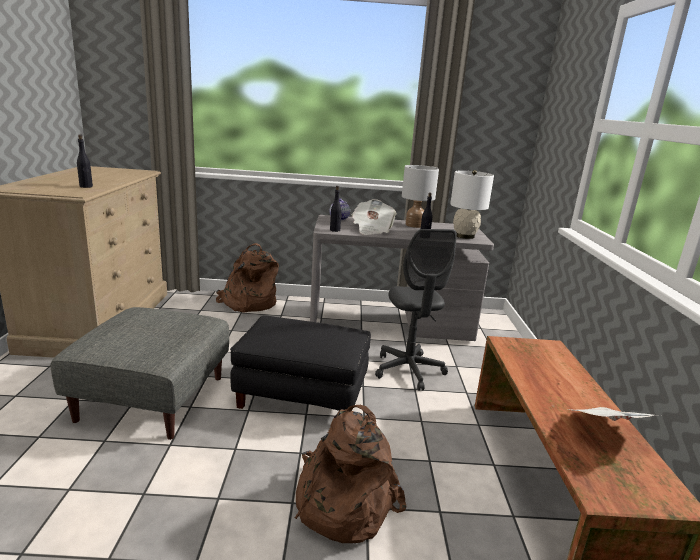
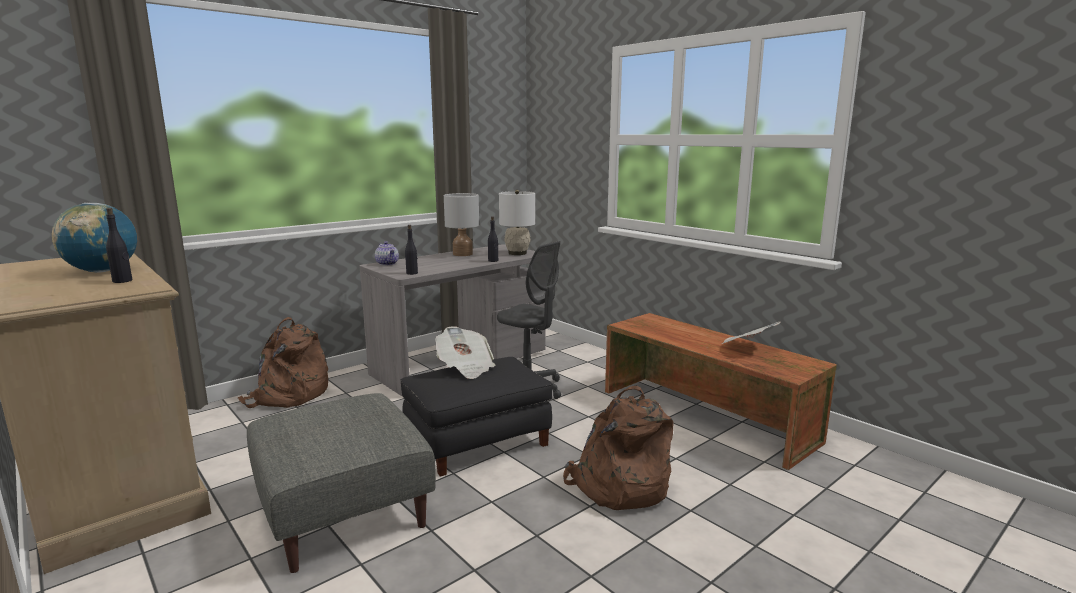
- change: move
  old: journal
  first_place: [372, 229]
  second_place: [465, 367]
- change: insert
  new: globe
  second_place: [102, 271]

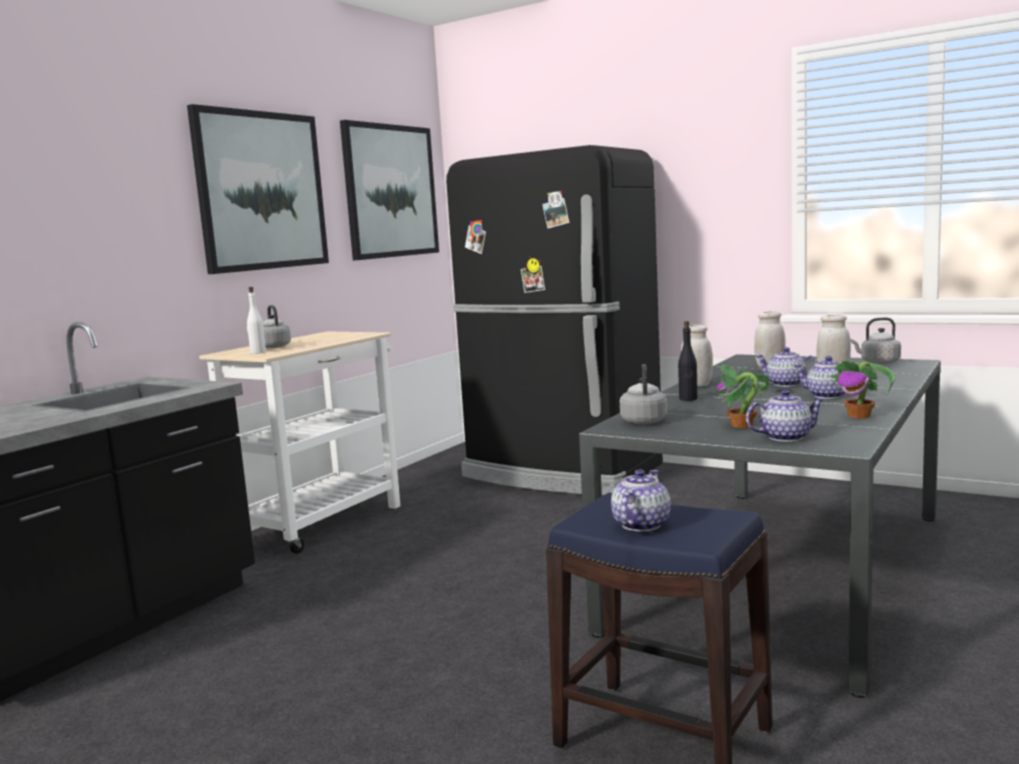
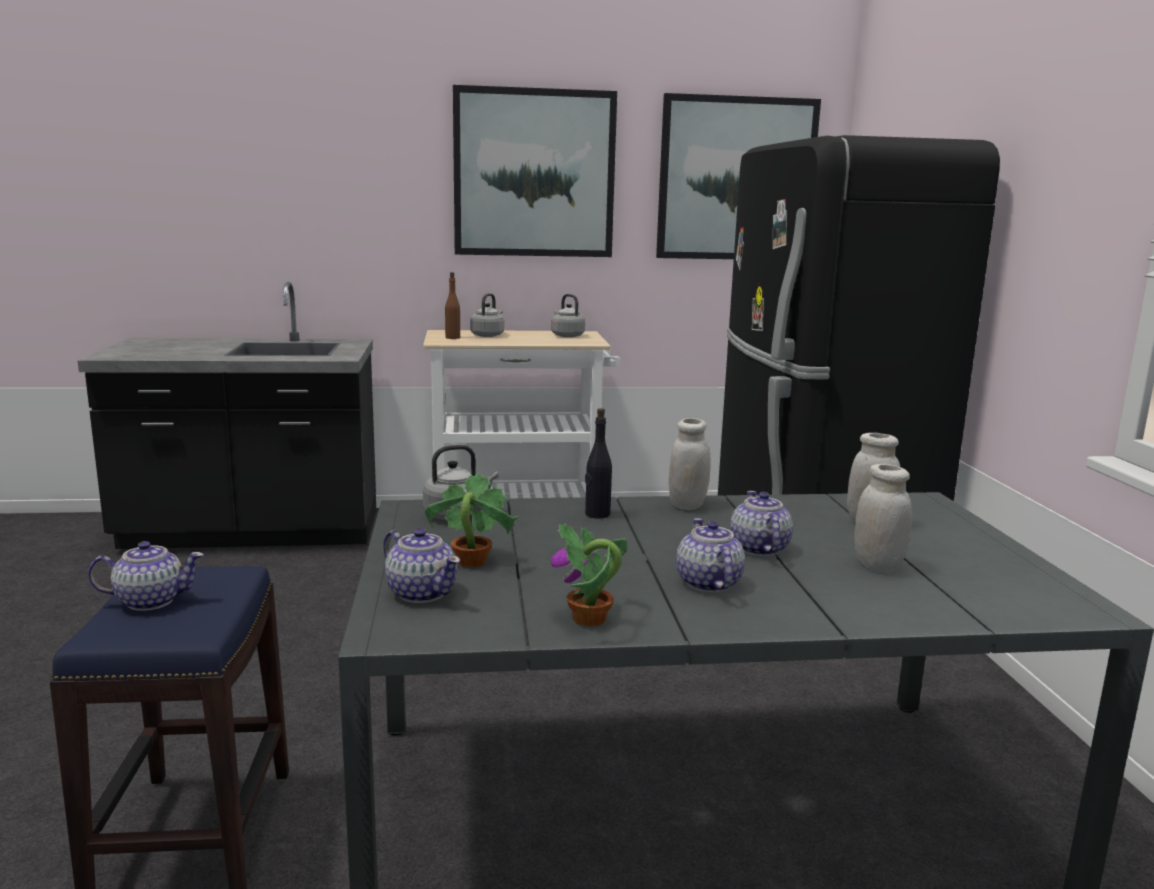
- change: recolor
  old: bouteille [blanc]
  new: bouteille [marron]
  first_place: [258, 352]
  second_place: [452, 337]
- change: move
  old: bouilloire [gris]
  first_place: [878, 363]
  second_place: [566, 336]

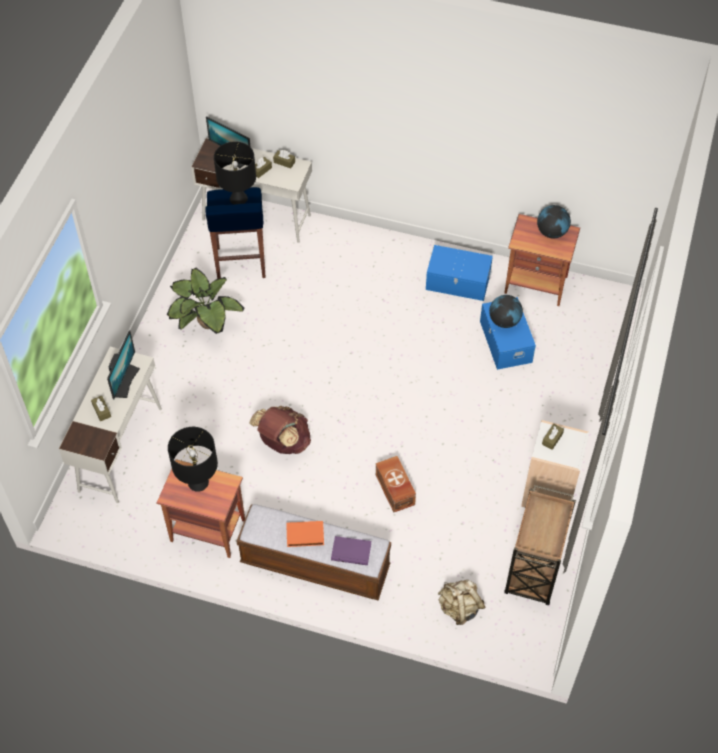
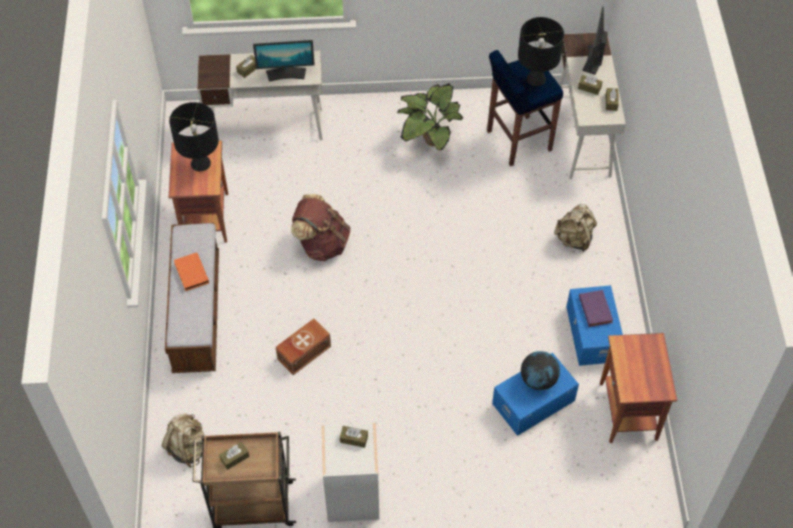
- change: delete
  old: globe
  first_place: [551, 232]
- change: move
  old: livre [violet]
  first_place: [351, 551]
  second_place: [596, 310]
- change: insert
  new: sac à dos [beige]
  second_place: [574, 239]
- change: insert
  new: boîte à mouchoirs [marron]
  second_place: [234, 458]

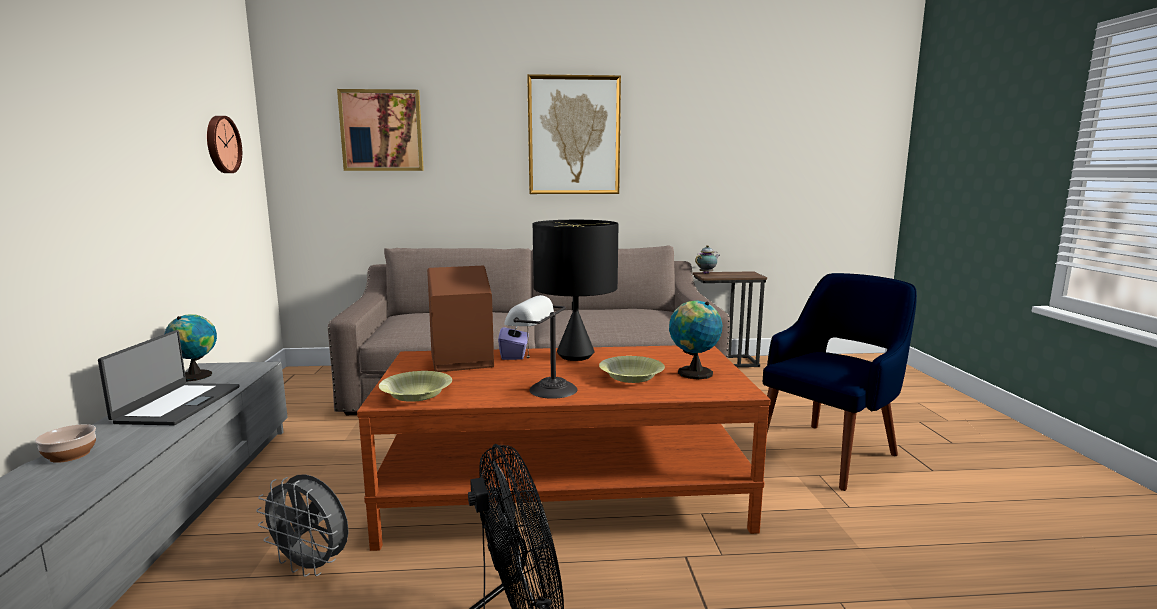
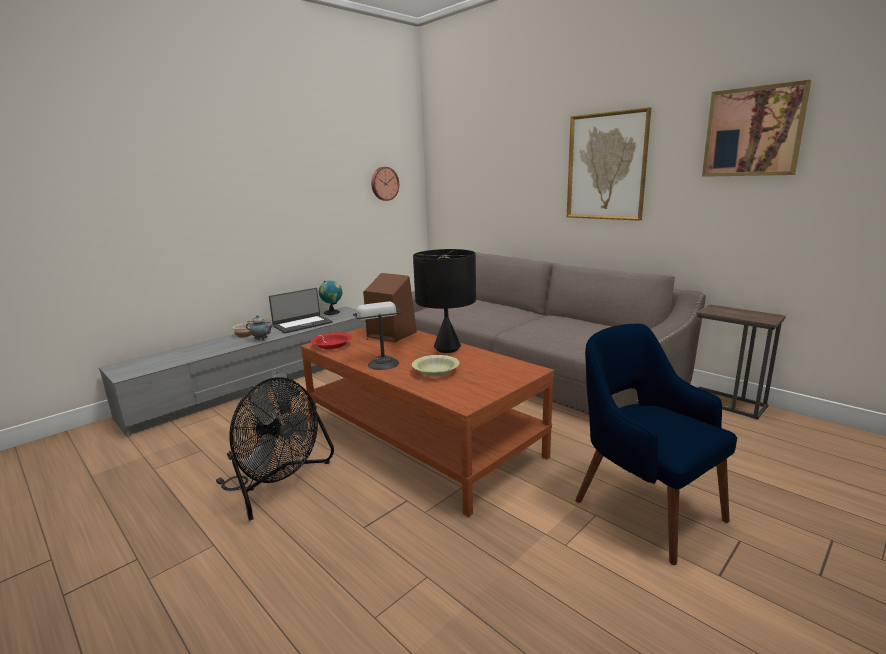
- change: move
  old: tableau
  first_place: [382, 130]
  second_place: [753, 132]
- change: move
  old: théière
  first_place: [707, 273]
  second_place: [261, 340]
- change: rotate
  old: fauteuil [bleu]
  first_place: [829, 453]
  second_place: [644, 508]
  degrees: -135
- change: delete
  old: globe
  first_place: [692, 373]
- change: delete
  old: boîte à mouchoirs [violet]
  first_place: [514, 355]
- change: recolor
  old: bol [jaune]
  new: bol [rouge]
  first_place: [416, 395]
  second_place: [332, 345]

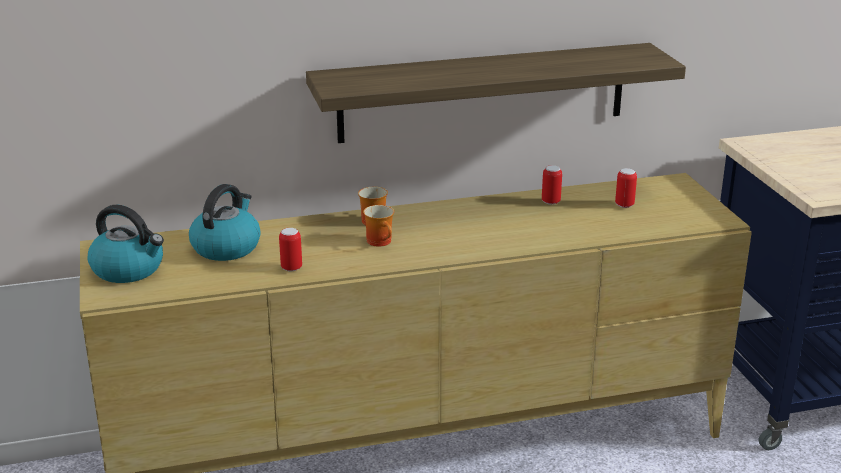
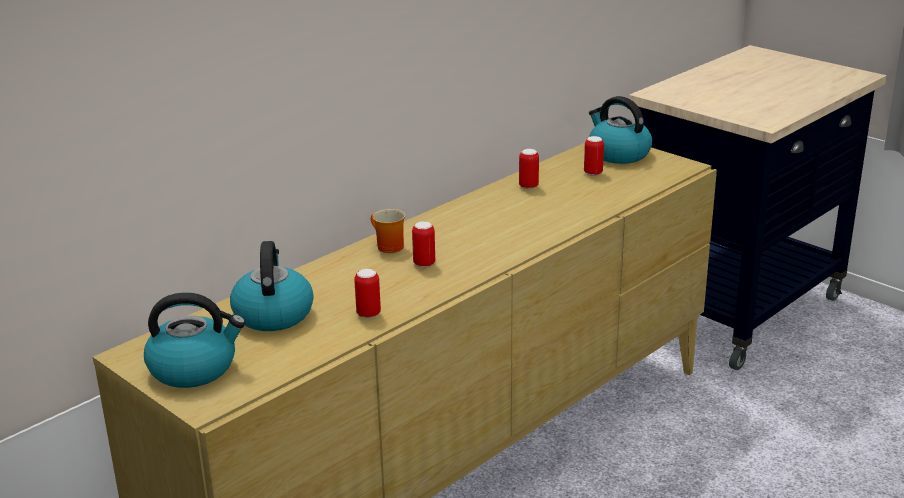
- change: delete
  old: étagère
  first_place: [483, 92]
- change: replace
  old: mug
  new: boîte métallique
  first_place: [382, 242]
  second_place: [424, 264]
- change: insert
  new: bouilloire
  second_place: [618, 154]

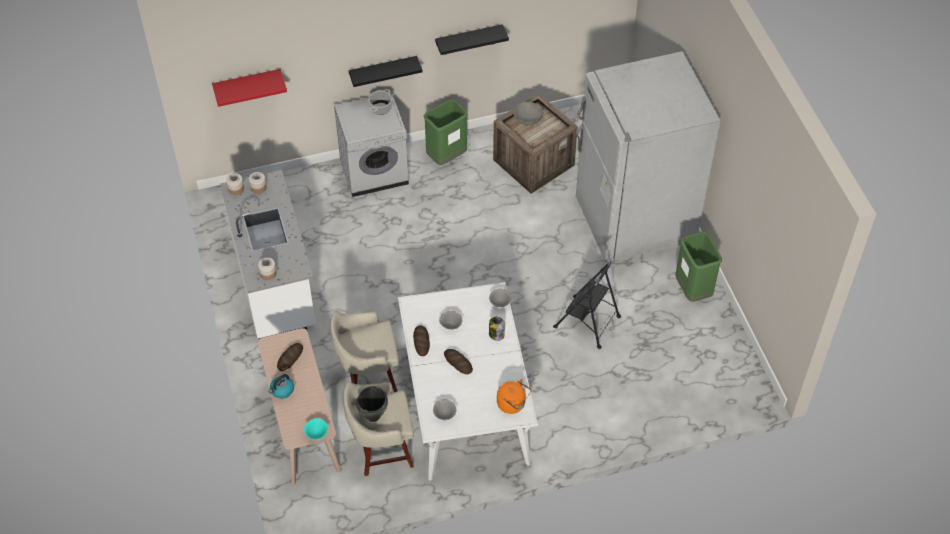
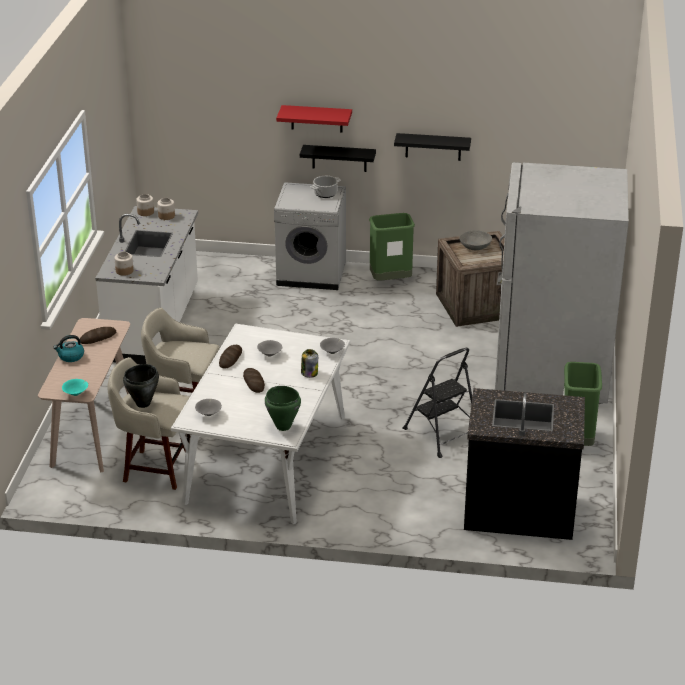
- change: move
  old: étagère [rouge]
  first_place: [247, 84]
  second_place: [316, 118]
- change: replace
  old: bouilloire [orange]
  new: marmite [vert]
  first_place: [513, 404]
  second_place: [283, 427]
- change: insert
  new: comptoir de cuisine [noir]
  second_place: [519, 510]

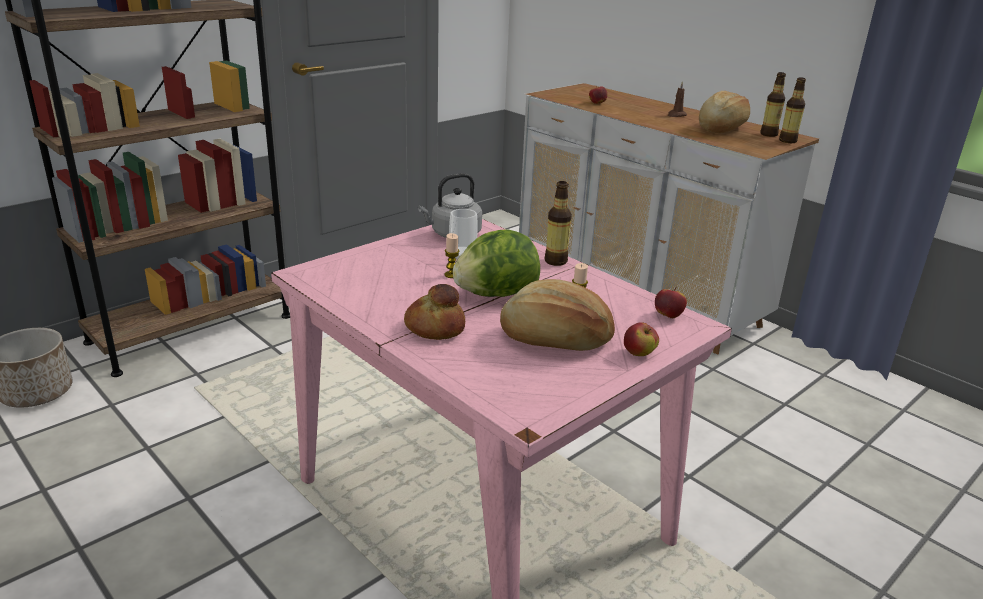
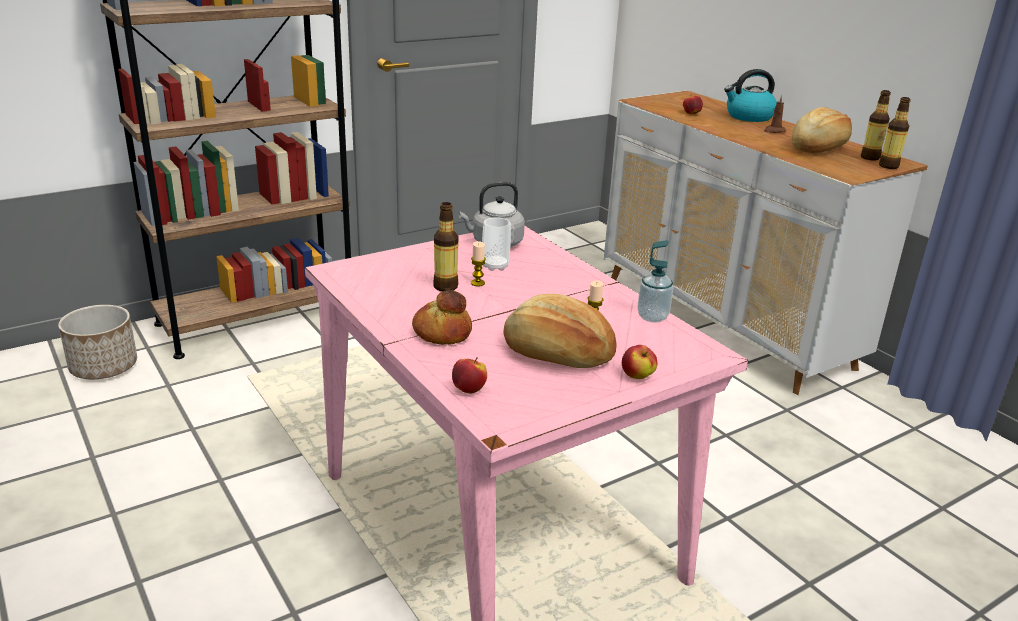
- change: move
  old: bouteille
  first_place: [555, 261]
  second_place: [445, 287]
- change: delete
  old: laitue
  first_place: [495, 294]
- change: move
  old: pomme
  first_place: [668, 316]
  second_place: [469, 390]
- change: insert
  new: bouilloire
  second_place: [748, 117]
- change: insert
  new: distributeur de savon
  second_place: [652, 317]

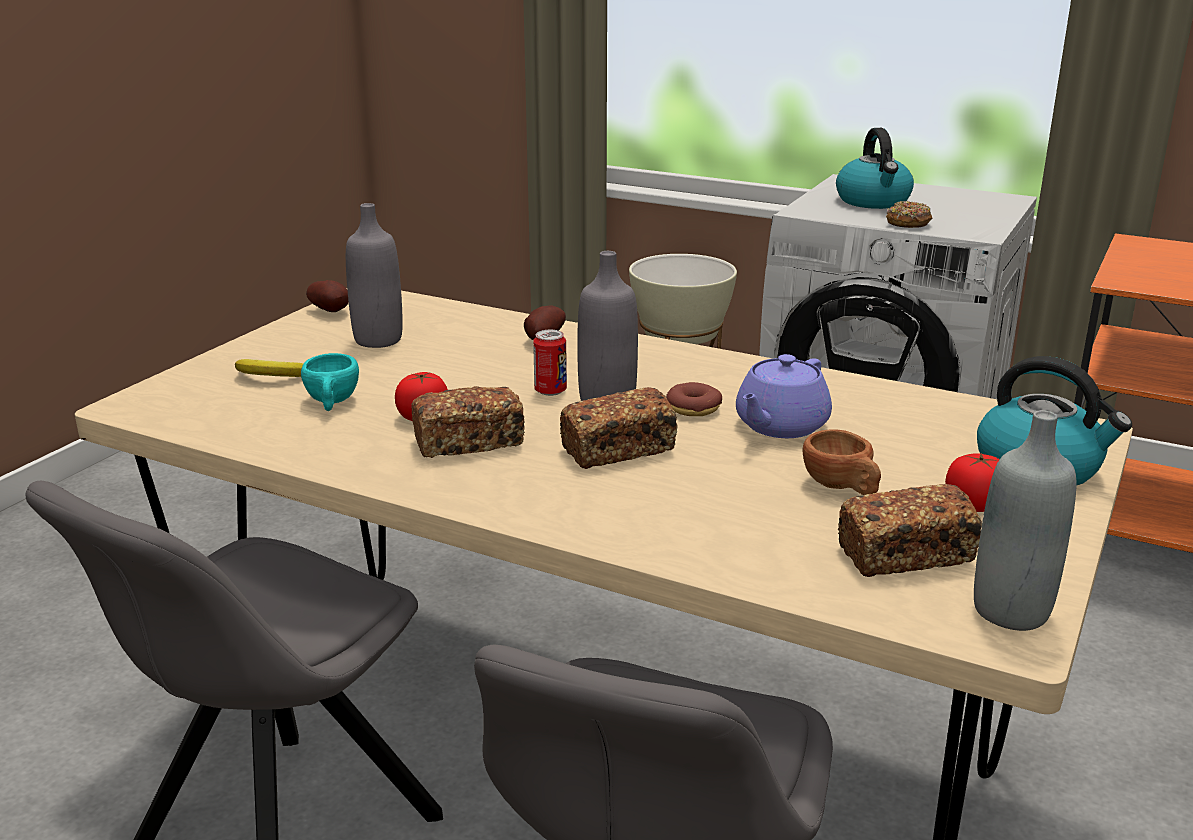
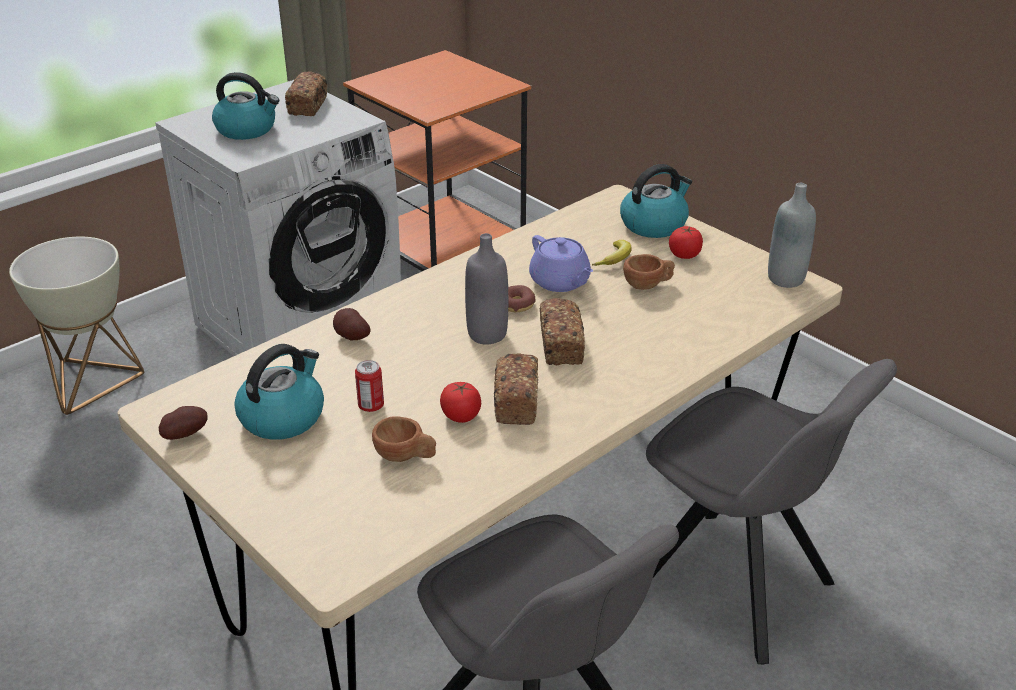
- change: delete
  old: beignet
  first_place: [907, 223]
- change: replace
  old: bouteille [gris]
  new: bouilloire
  first_place: [378, 340]
  second_place: [283, 416]
- change: move
  old: boîte métallique
  first_place: [550, 391]
  second_place: [371, 406]
- change: recolor
  old: tasse [turquoise]
  new: tasse [marron]
  first_place: [332, 403]
  second_place: [405, 456]
- change: move
  old: banane
  first_place: [271, 377]
  second_place: [615, 258]
- change: move
  old: pain
  first_place: [905, 555]
  second_place: [308, 106]

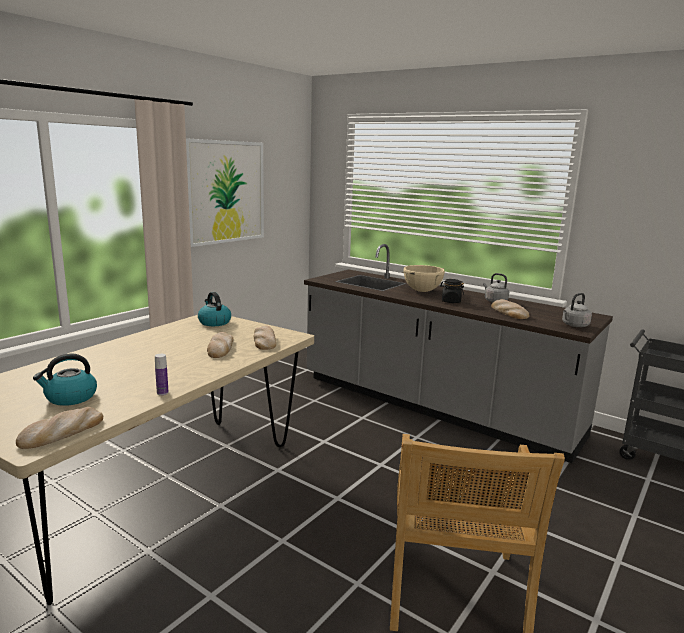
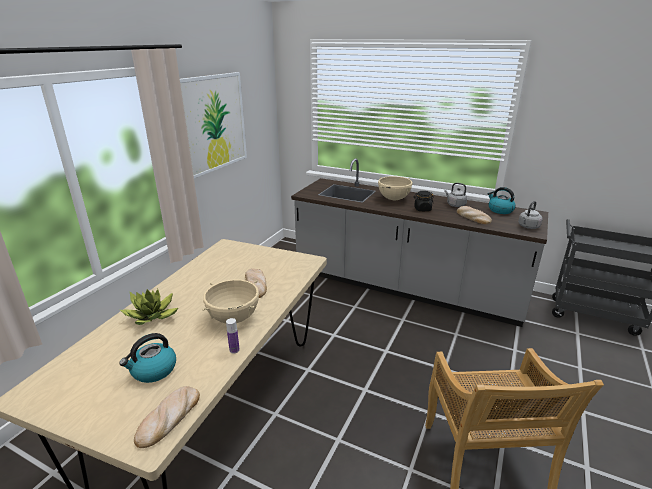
- change: move
  old: bouilloire
  first_place: [214, 322]
  second_place: [500, 210]
- change: delete
  old: pain
  first_place: [264, 341]
- change: insert
  new: marmite [beige]
  second_place: [234, 318]
- change: insert
  new: plante en pot
  second_place: [152, 316]

